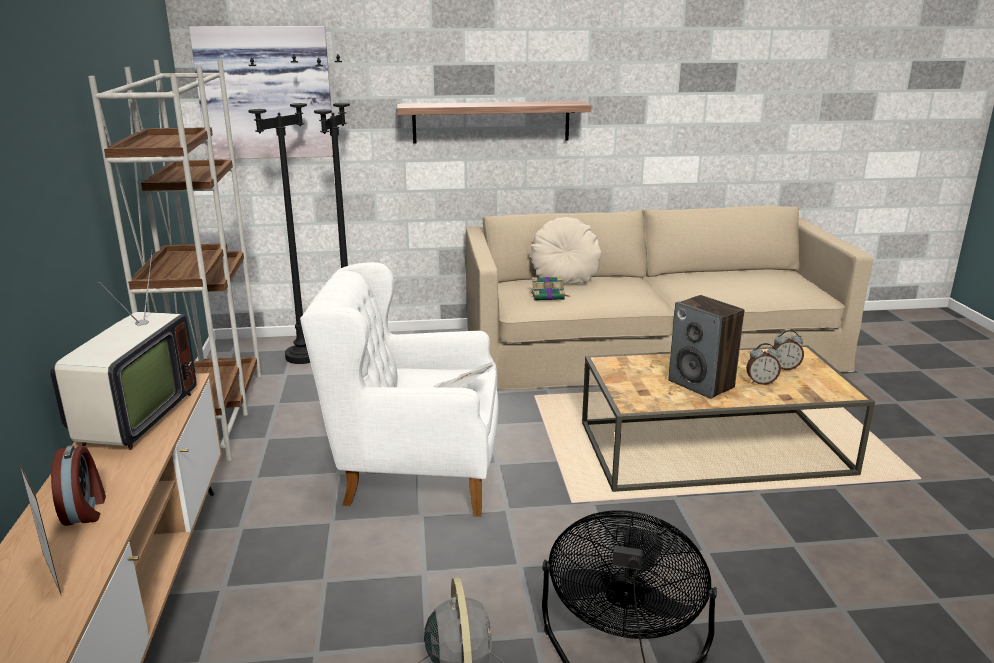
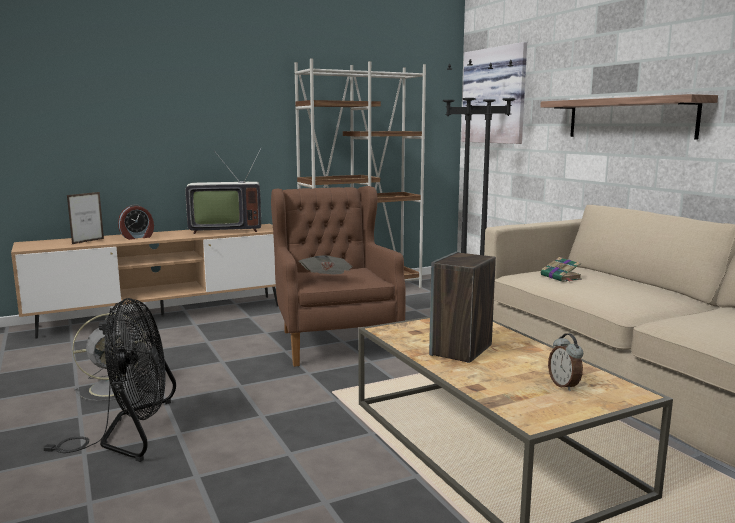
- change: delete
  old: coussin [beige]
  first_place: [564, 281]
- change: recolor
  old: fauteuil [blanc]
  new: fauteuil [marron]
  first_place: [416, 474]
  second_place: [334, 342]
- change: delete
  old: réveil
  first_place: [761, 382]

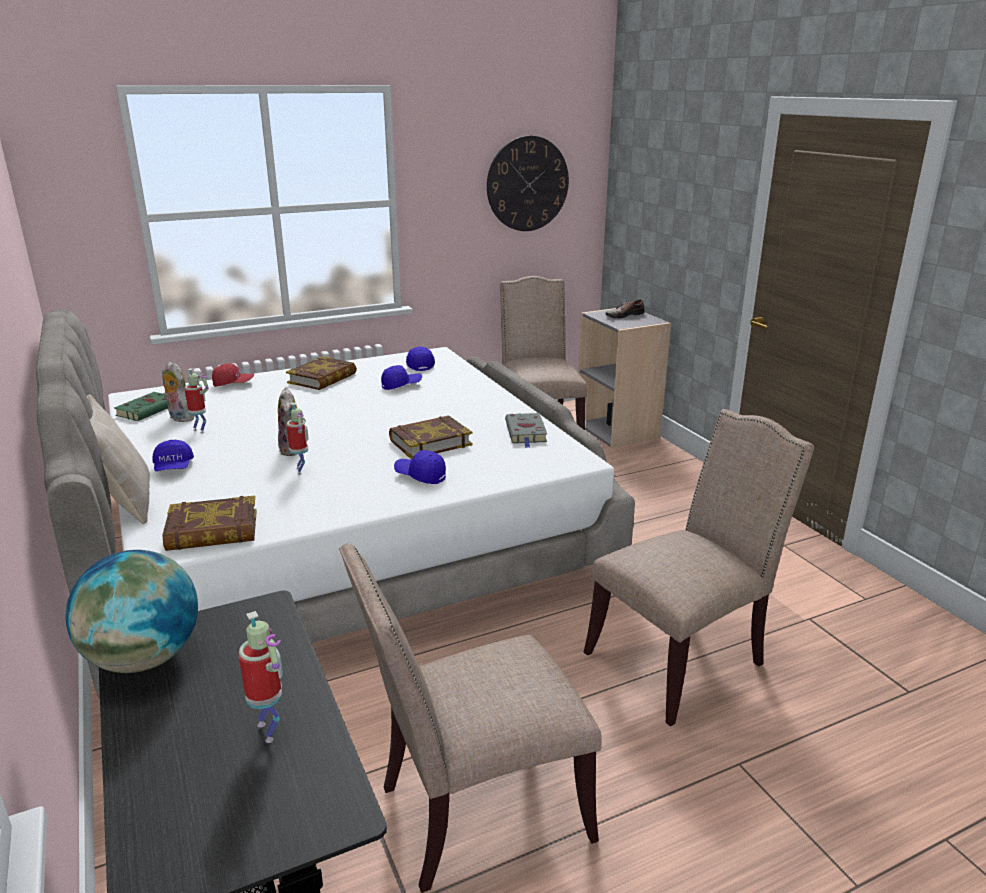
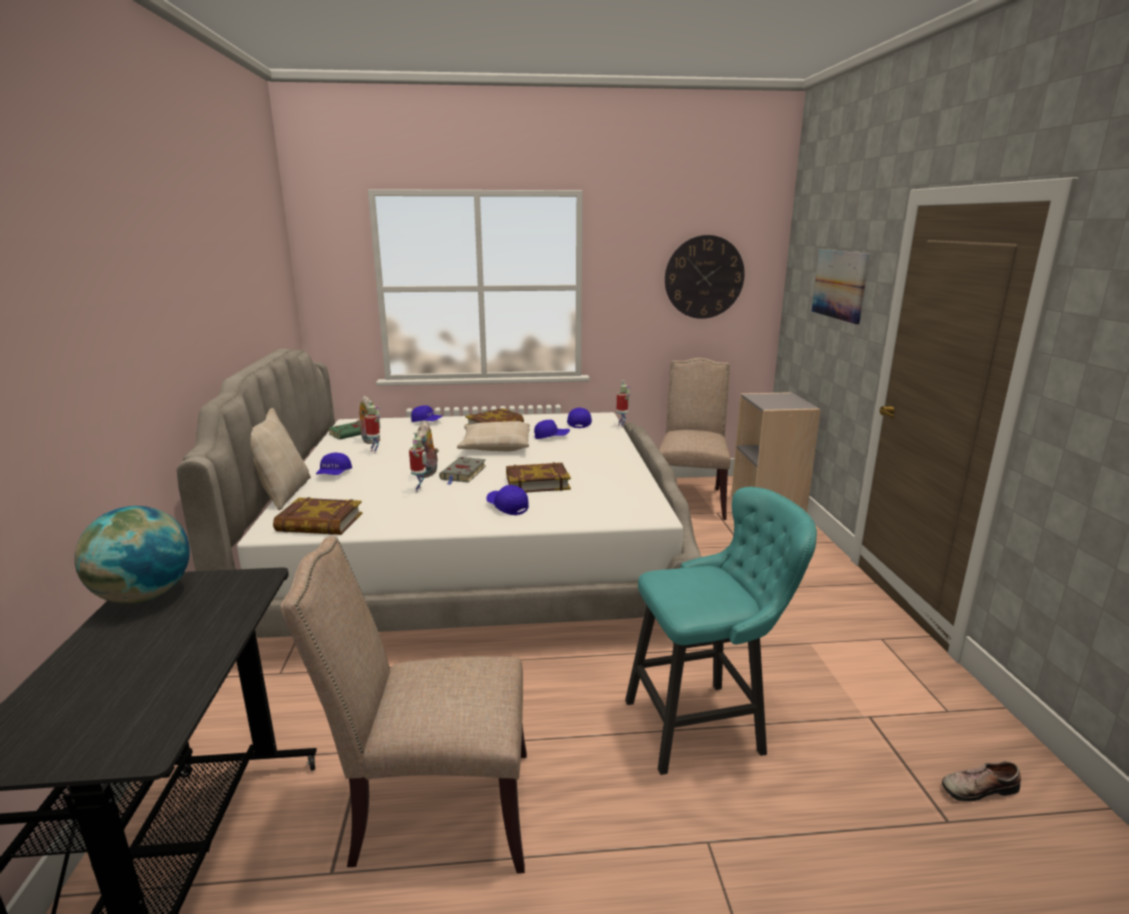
- change: move
  old: chaussure
  first_place: [623, 315]
  second_place: [976, 787]
- change: recolor
  old: casquette [rouge]
  new: casquette [bleu]
  first_place: [233, 383]
  second_place: [427, 422]
- change: replace
  old: chaise [beige]
  new: tabouret [turquoise]
  first_place: [682, 658]
  second_place: [709, 723]
- change: move
  old: livre [gris]
  first_place: [526, 433]
  second_place: [463, 473]
- change: move
  old: robot jouet
  first_place: [270, 730]
  second_place: [622, 426]
- change: insert
  new: tableau
  second_place: [839, 285]
- change: insert
  new: coussin [beige]
  second_place: [495, 445]

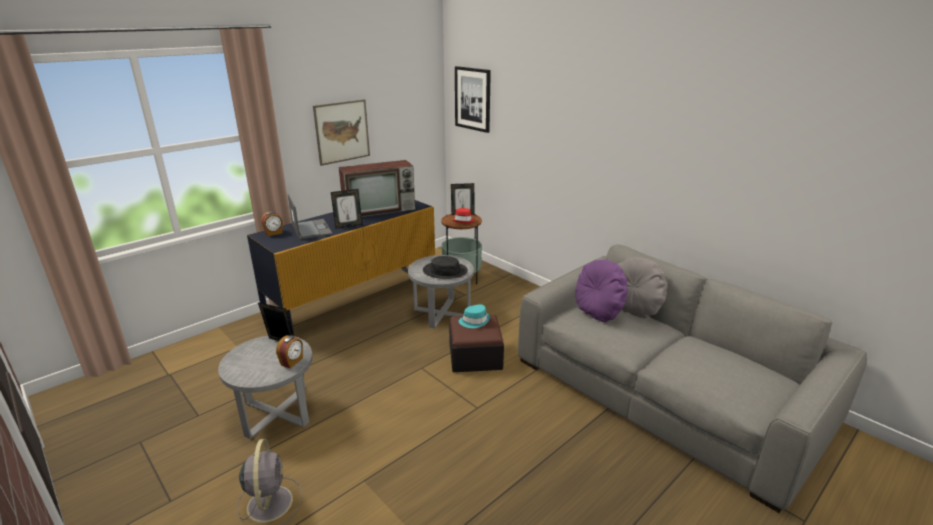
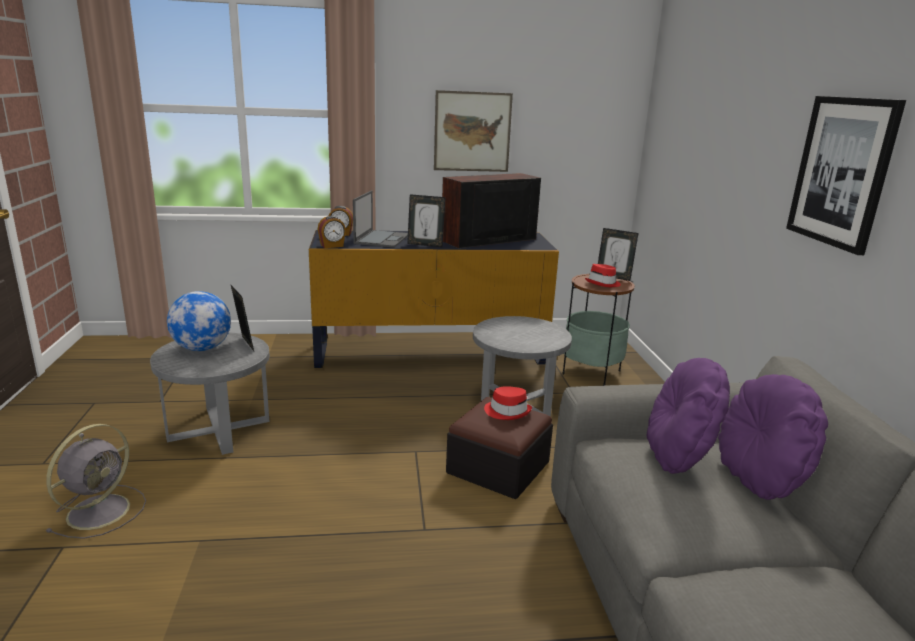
- change: move
  old: tableau
  first_place: [473, 99]
  second_place: [842, 172]
- change: rotate
  old: téléviseur
  first_place: [380, 209]
  second_place: [487, 240]
  degrees: 135
- change: delete
  old: chapeau [noir]
  first_place: [445, 271]
- change: recolor
  old: coussin [gris]
  new: coussin [violet]
  first_place: [633, 310]
  second_place: [758, 480]
- change: recolor
  old: chapeau [turquoise]
  new: chapeau [rouge]
  first_place: [474, 321]
  second_place: [507, 411]
- change: move
  old: réveil
  first_place: [292, 361]
  second_place: [332, 246]
- change: insert
  new: globe
  second_place: [202, 348]

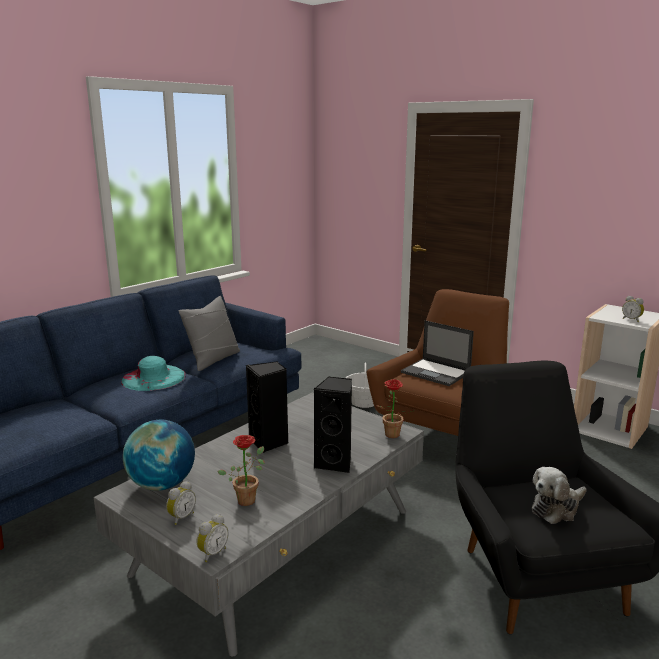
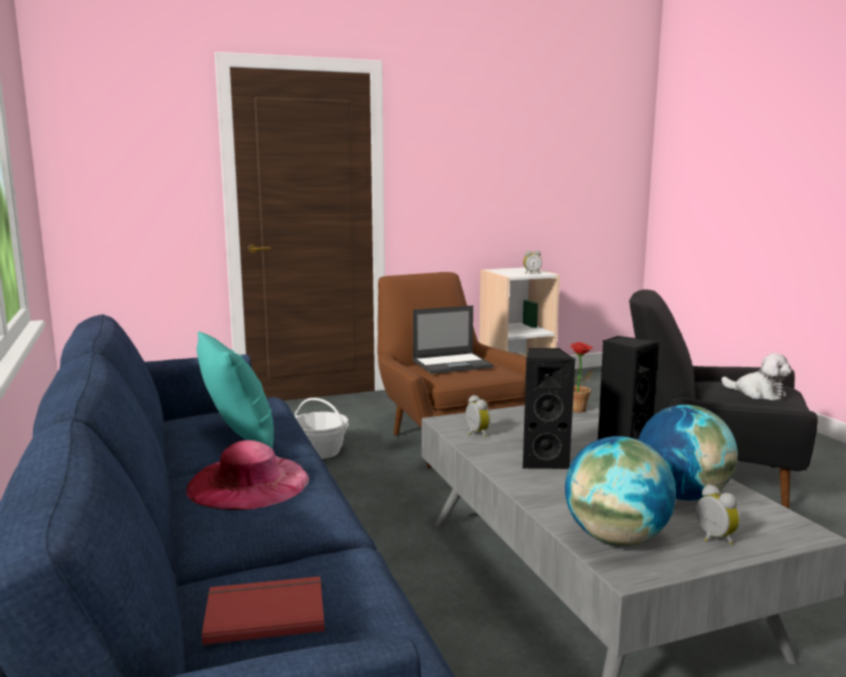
- change: recolor
  old: coussin [gris]
  new: coussin [turquoise]
  first_place: [213, 359]
  second_place: [239, 436]
- change: recolor
  old: chapeau [turquoise]
  new: chapeau [rose]
  first_place: [153, 378]
  second_place: [248, 483]
- change: replace
  old: plante en pot
  new: globe
  first_place: [247, 498]
  second_place: [682, 495]
- change: rotate
  old: peluche
  first_place: [556, 508]
  second_place: [758, 393]
  degrees: -45
- change: move
  old: réveil
  first_place: [212, 553]
  second_place: [475, 434]
- change: insert
  new: livre [rouge]
  second_place: [264, 612]

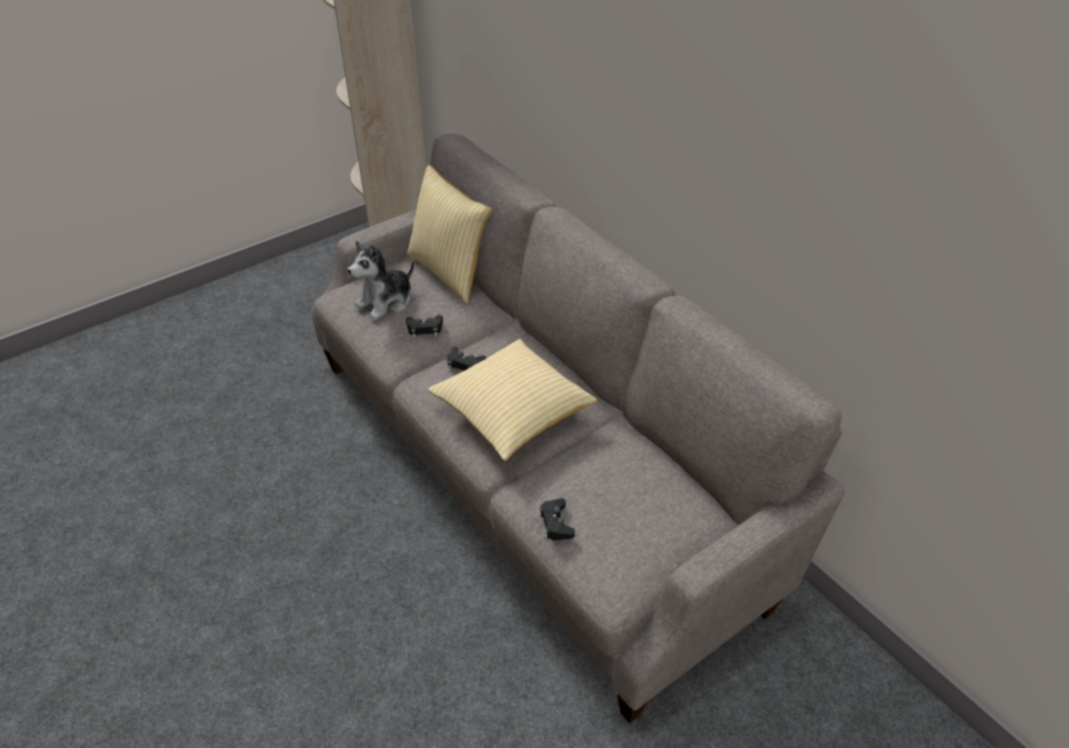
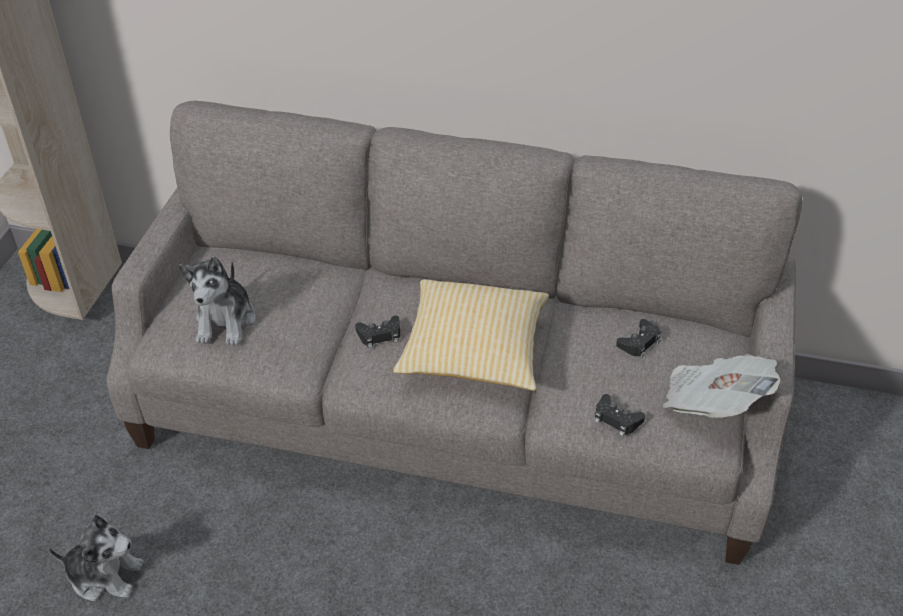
- change: delete
  old: coussin
  first_place: [451, 272]
- change: move
  old: manette [noir]
  first_place: [424, 329]
  second_place: [639, 342]
- change: insert
  new: journal
  second_place: [713, 403]
- change: insert
  new: peluche
  second_place: [104, 575]

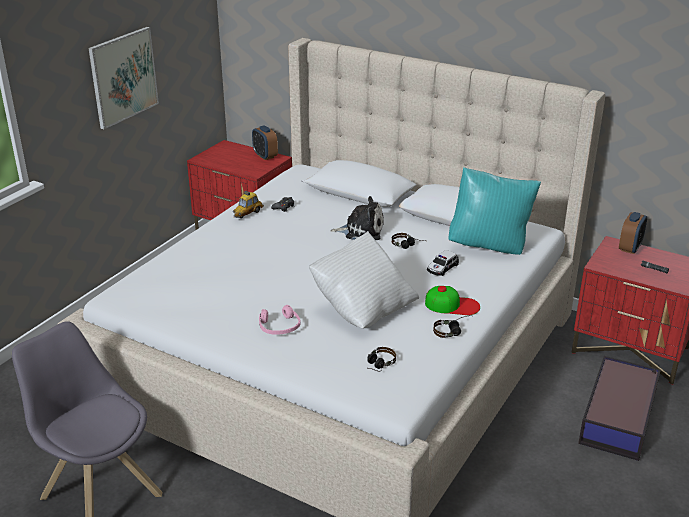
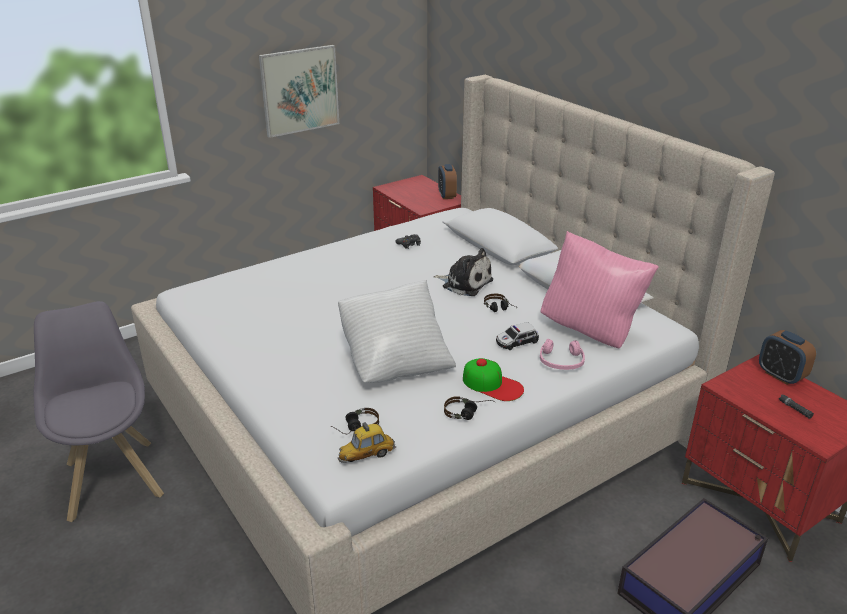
- change: recolor
  old: coussin [turquoise]
  new: coussin [rose]
  first_place: [489, 246]
  second_place: [591, 331]
- change: move
  old: petite voiture
  first_place: [248, 214]
  second_place: [366, 455]
- change: rotate
  old: réveil
  first_place: [630, 248]
  second_place: [780, 375]
  degrees: 90
- change: move
  old: casque audio [rose]
  first_place: [279, 326]
  second_place: [561, 361]

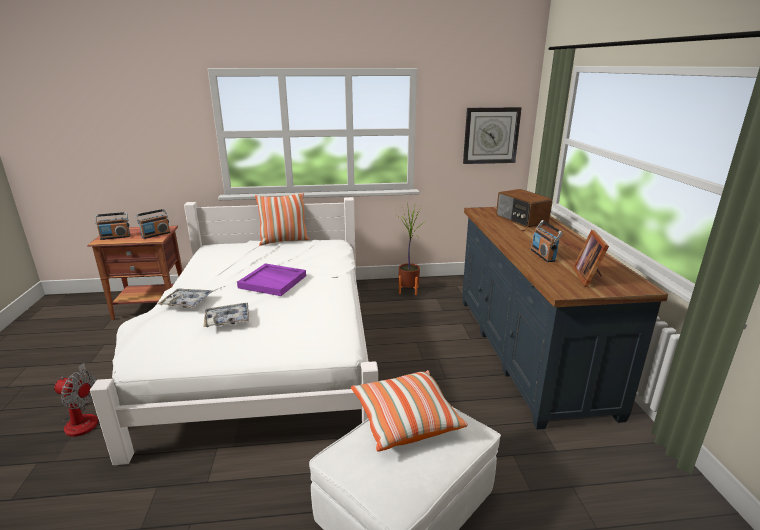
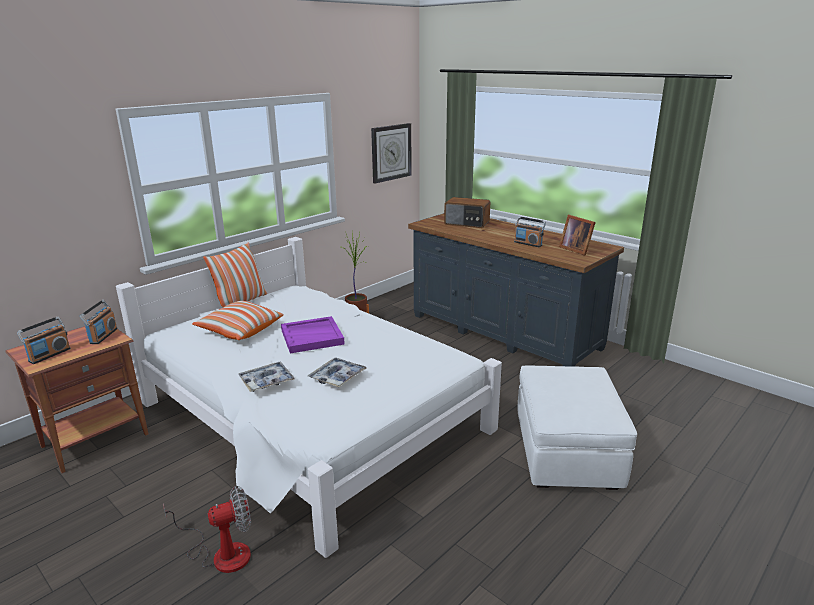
- change: move
  old: coussin
  first_place: [405, 420]
  second_place: [239, 330]

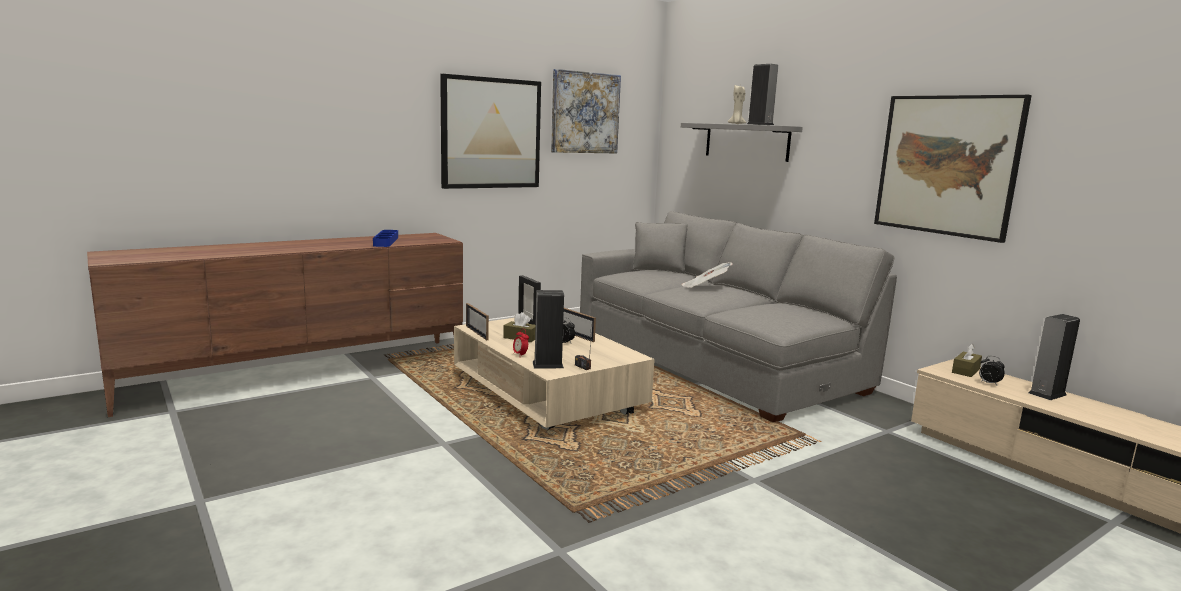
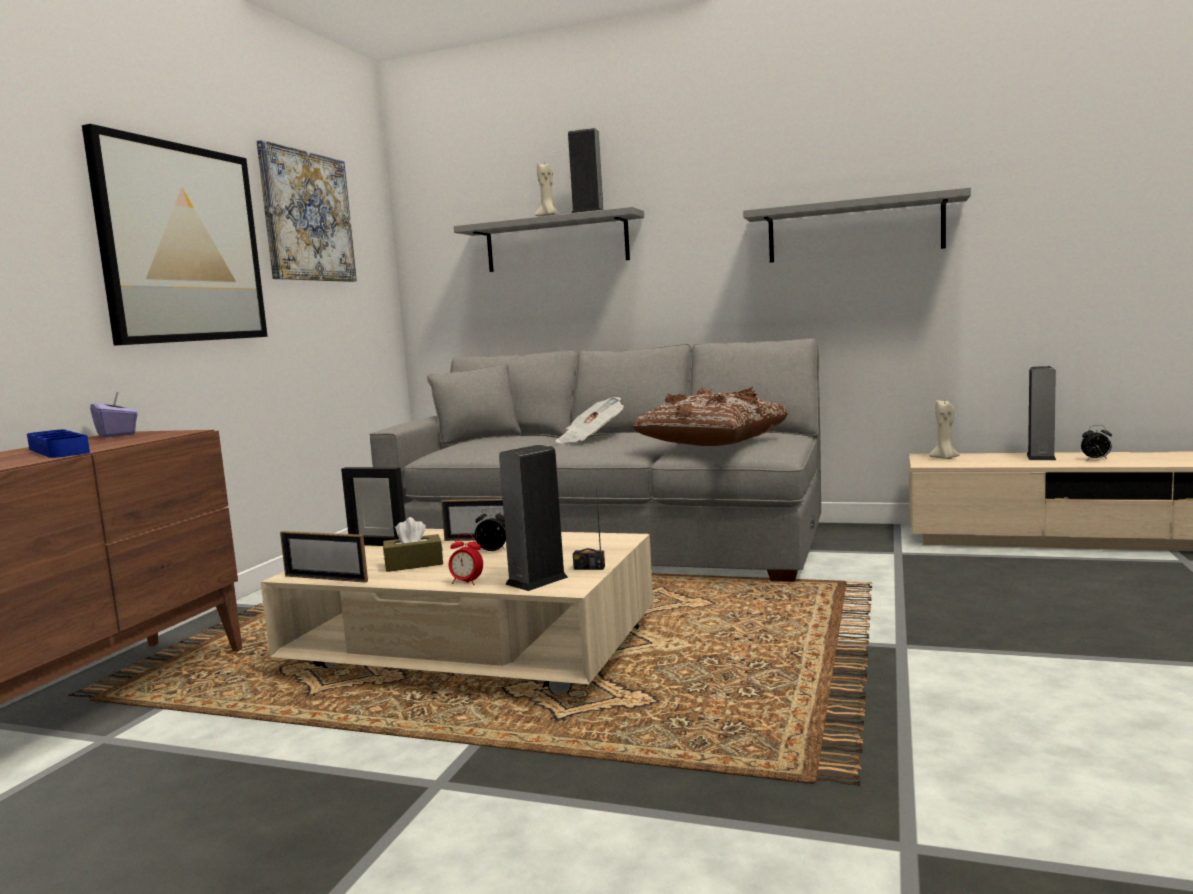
- change: replace
  old: tableau
  new: étagère [gris]
  first_place: [947, 165]
  second_place: [854, 230]
- change: replace
  old: boîte à mouchoirs [marron]
  new: bougie [beige]
  first_place: [965, 371]
  second_place: [945, 458]
- change: move
  old: réveil
  first_place: [988, 383]
  second_place: [1096, 459]
- change: insert
  new: coussin [marron]
  second_place: [712, 444]
- change: insert
  new: boîte à mouchoirs [violet]
  second_place: [117, 435]

